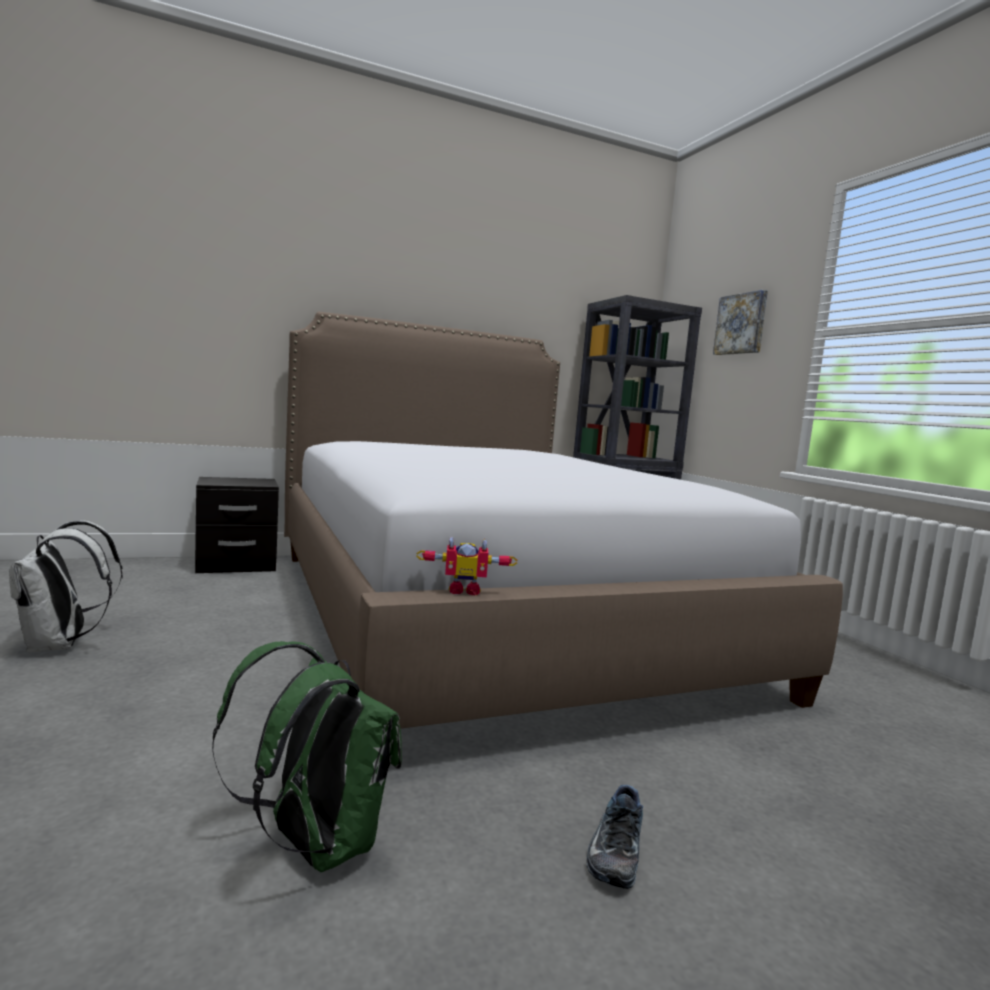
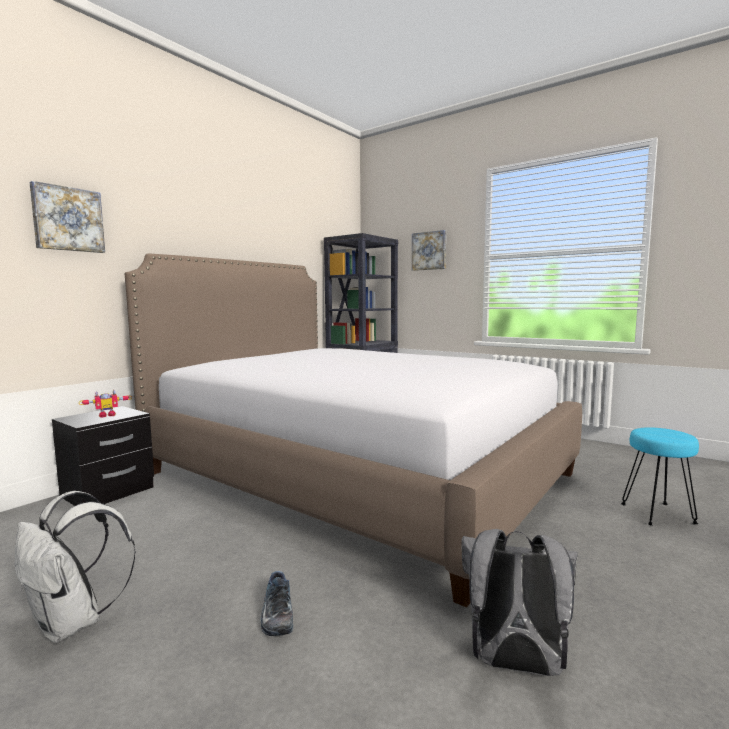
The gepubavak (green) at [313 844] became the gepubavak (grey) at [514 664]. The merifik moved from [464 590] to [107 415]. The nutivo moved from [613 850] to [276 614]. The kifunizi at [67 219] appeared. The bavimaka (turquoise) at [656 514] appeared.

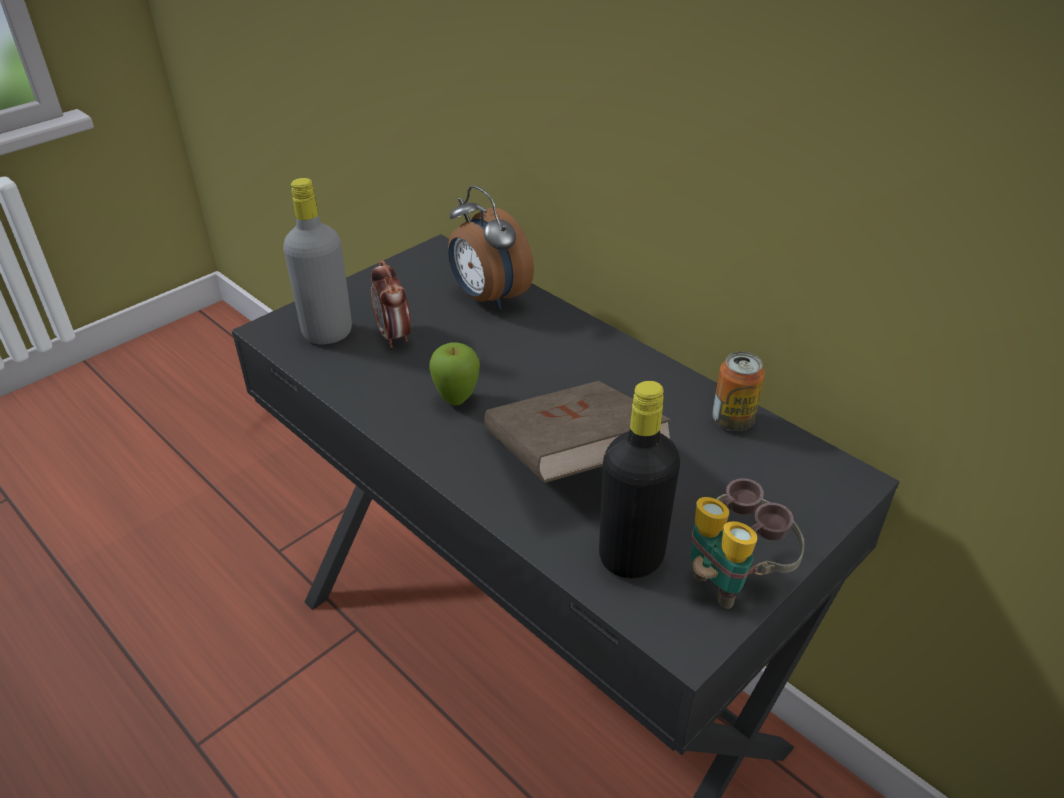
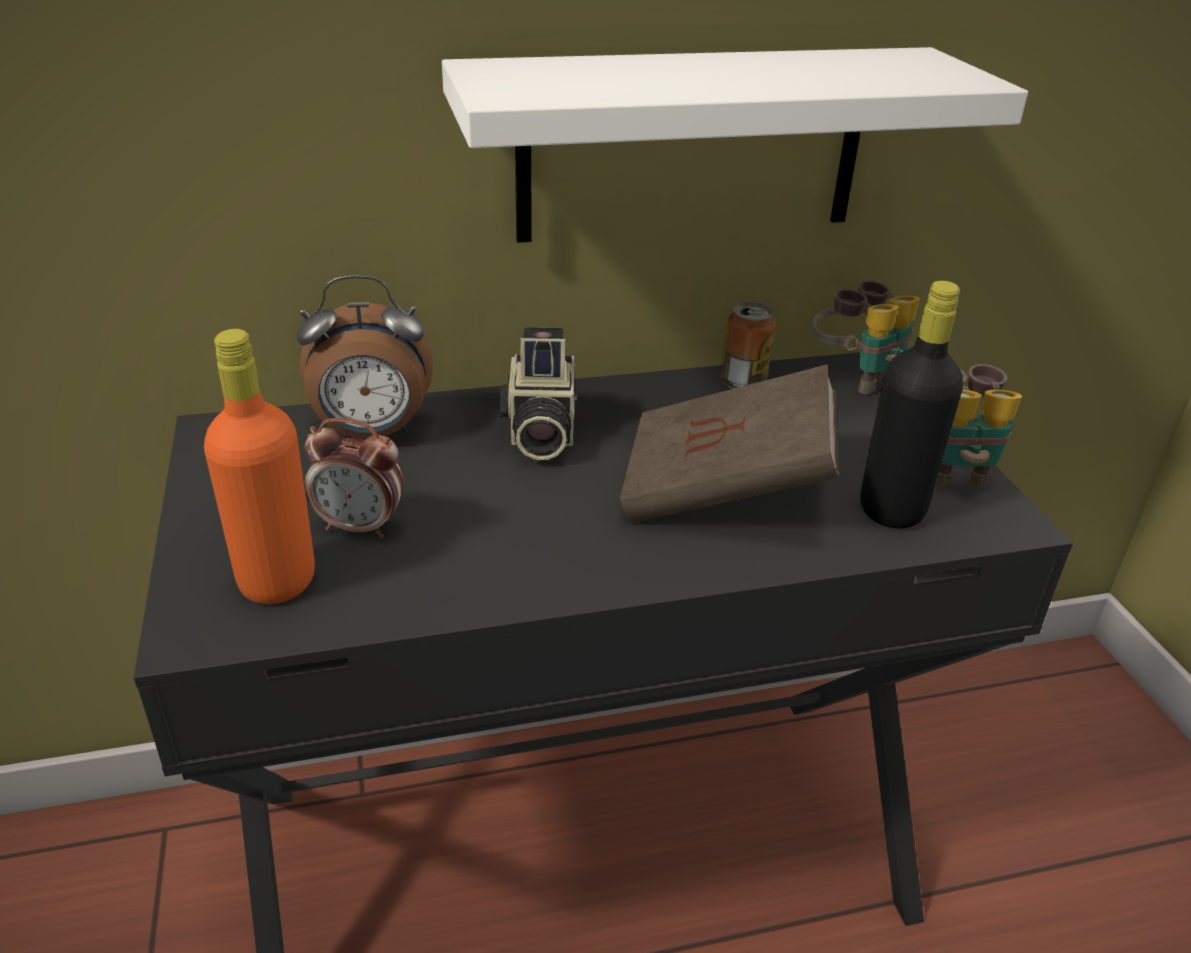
The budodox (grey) at [327 333] became the budodox (orange) at [277 580]. The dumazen at [457 400] disappeared. The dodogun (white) at [692 145] appeared. The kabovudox at [539 432] appeared. The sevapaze at [856 376] appeared.

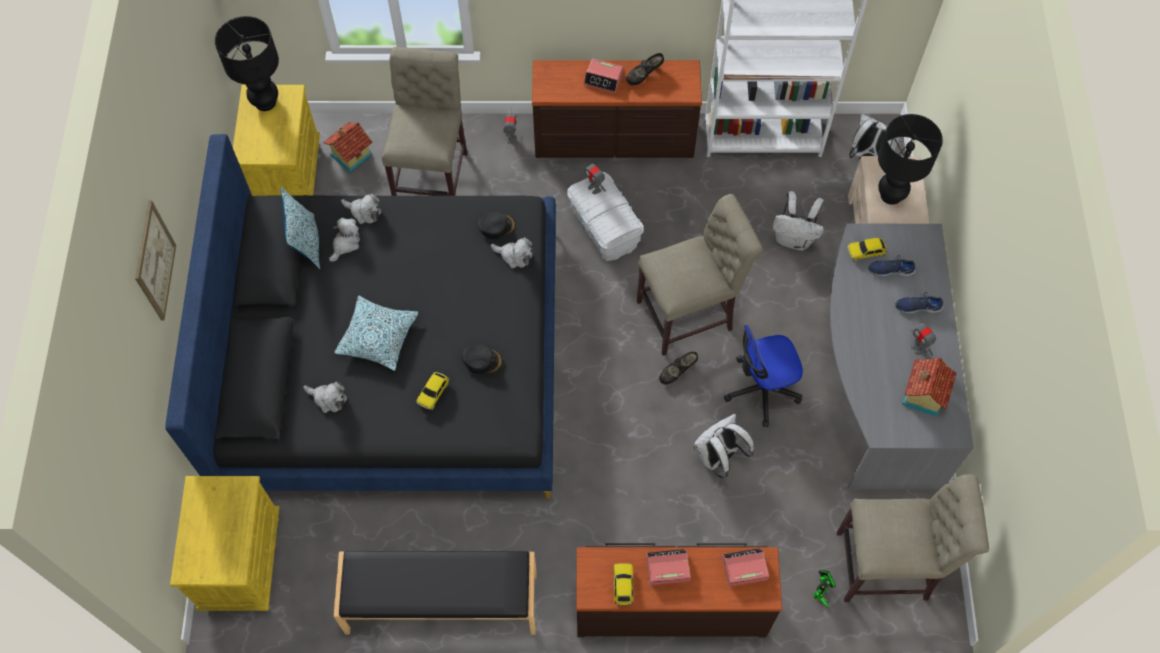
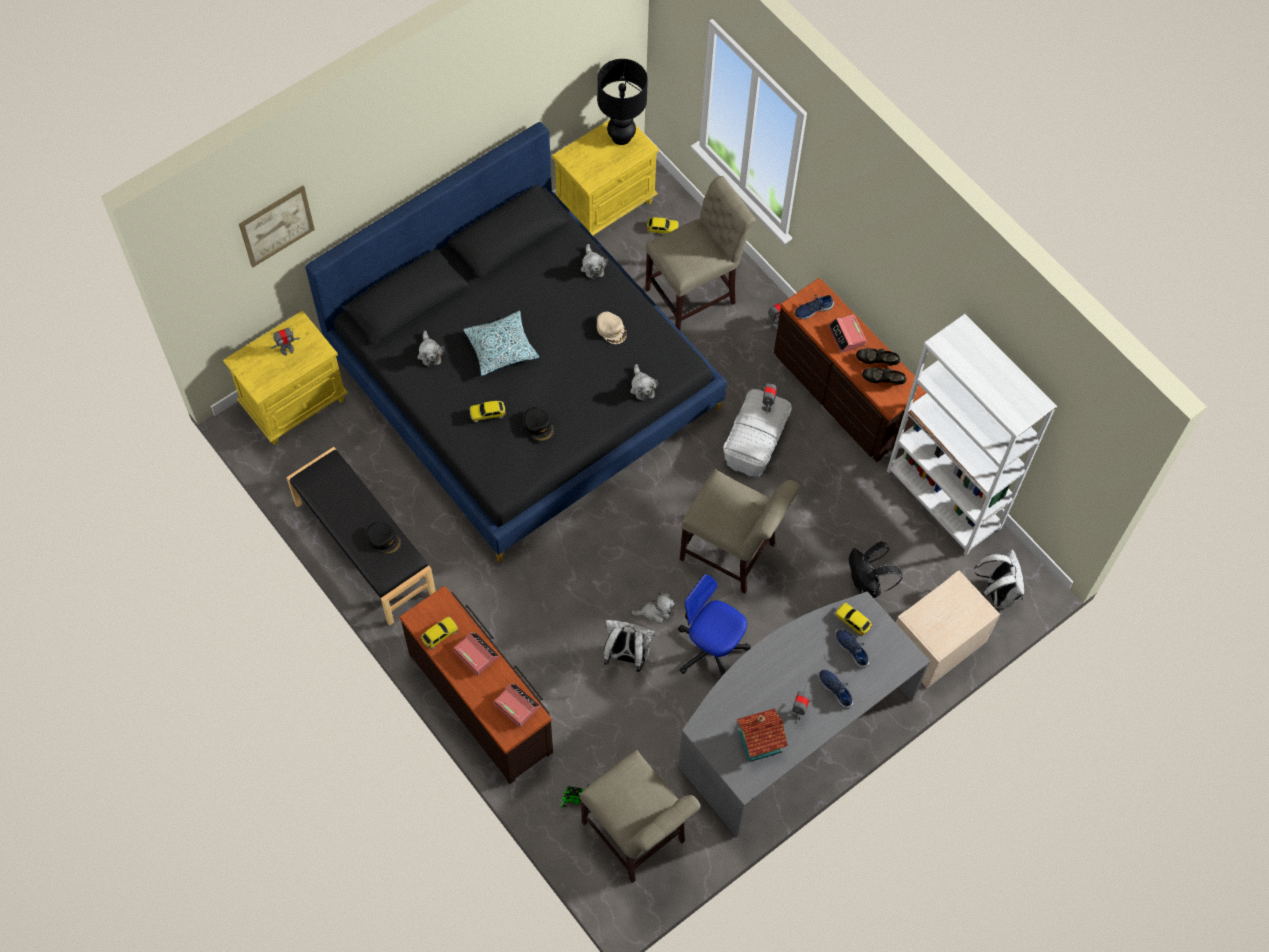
The kifunizi moved from [154 261] to [276 226]. The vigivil at [306 243] disappeared. The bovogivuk at [350 155] was replaced by the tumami at [662 229]. The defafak moved from [345 244] to [655 611]. The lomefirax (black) moved from [496 226] to [384 539]. The nutivo (black) moved from [677 372] to [883 381]. The gepubavak (white) at [794 239] became the gepubavak (black) at [867 585]. The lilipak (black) at [891 195] disappeared. The merifik at [287 350] appeared. The lomefirax (beige) at [611 329] appeared. The nutivo (blue) at [813 309] appeared.

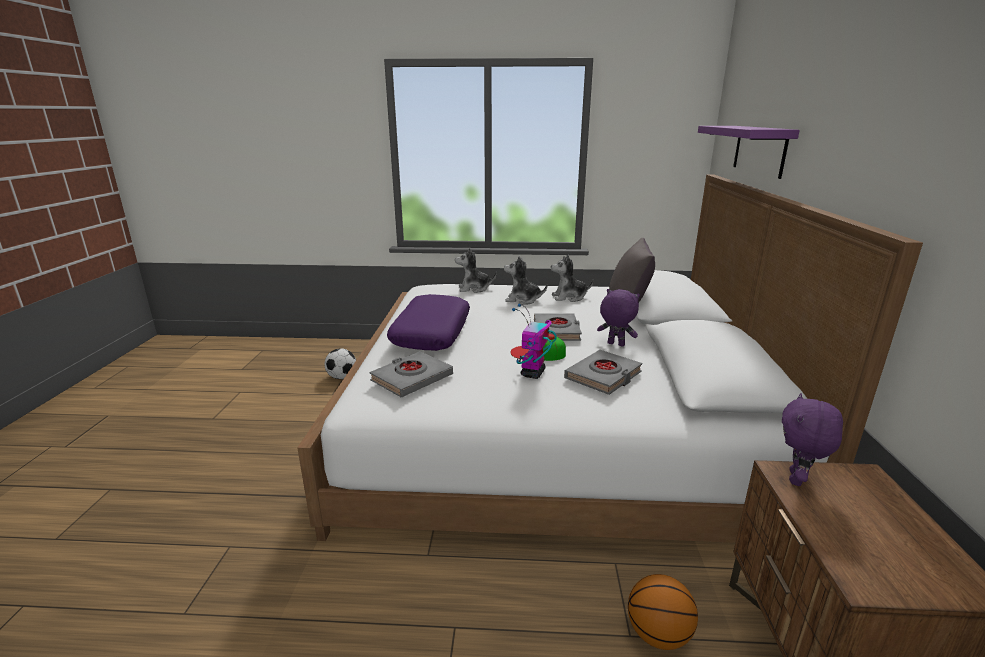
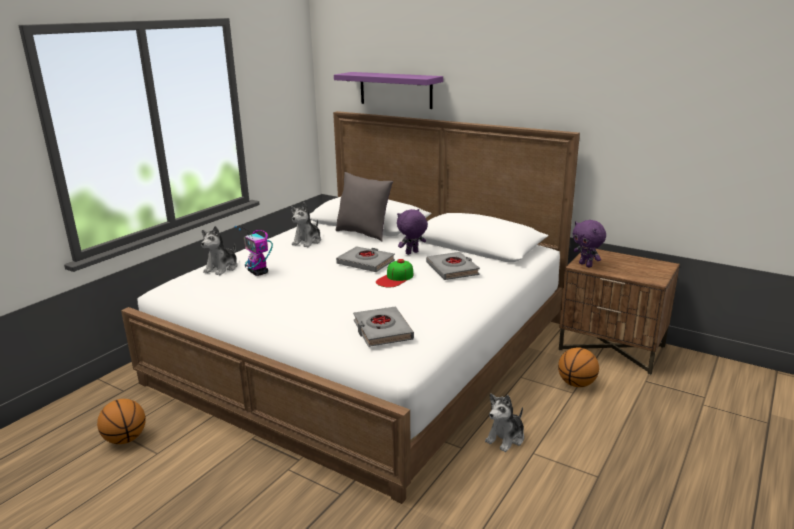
The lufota at [342 377] was replaced by the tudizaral at [126 439]. The vigivil (purple) at [431 333] disappeared. The defafak moved from [522 300] to [506 438]. The merifik moved from [533 373] to [258 272].

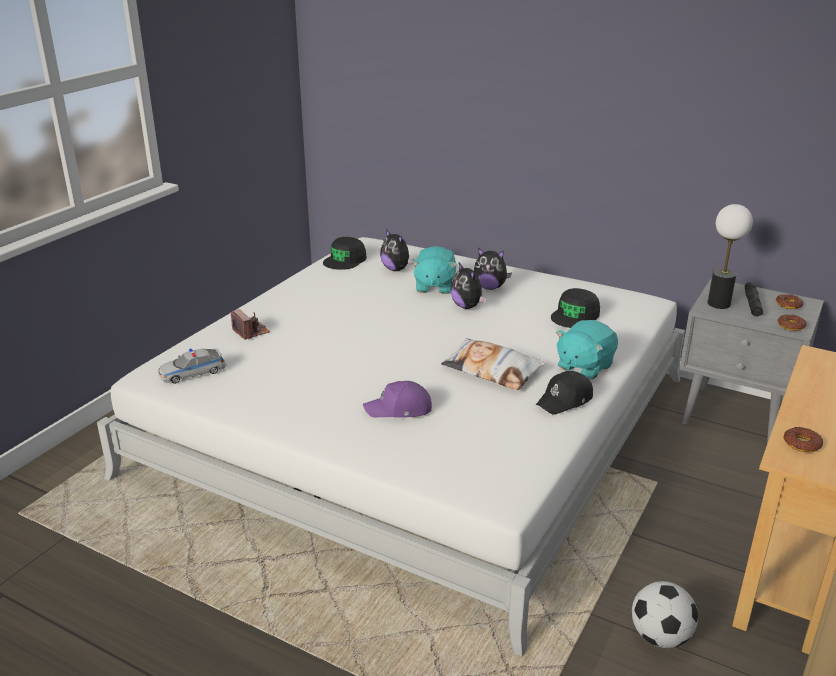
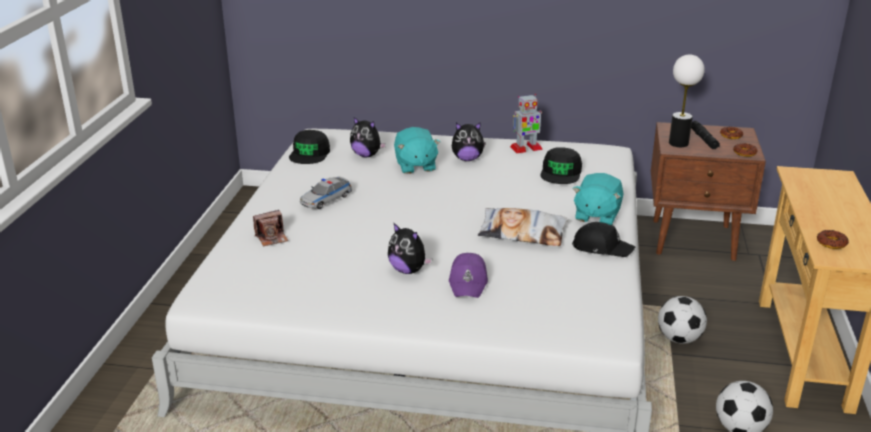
The tumami moved from [192 373] to [326 199]. The kabovudox at [251 332] turned 120 degrees clockwise. The lomefirax (purple) at [399 409] turned 60 degrees counterclockwise. The defafak moved from [467 306] to [408 270]. The lomefirax (black) at [565 400] turned 105 degrees counterclockwise. The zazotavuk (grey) at [736 416] became the zazotavuk (brown) at [694 240]. The merifik at [526 148] appeared. The lufota at [679 339] appeared.

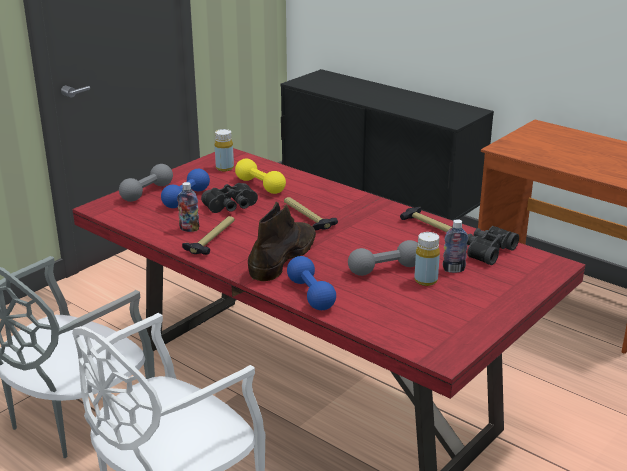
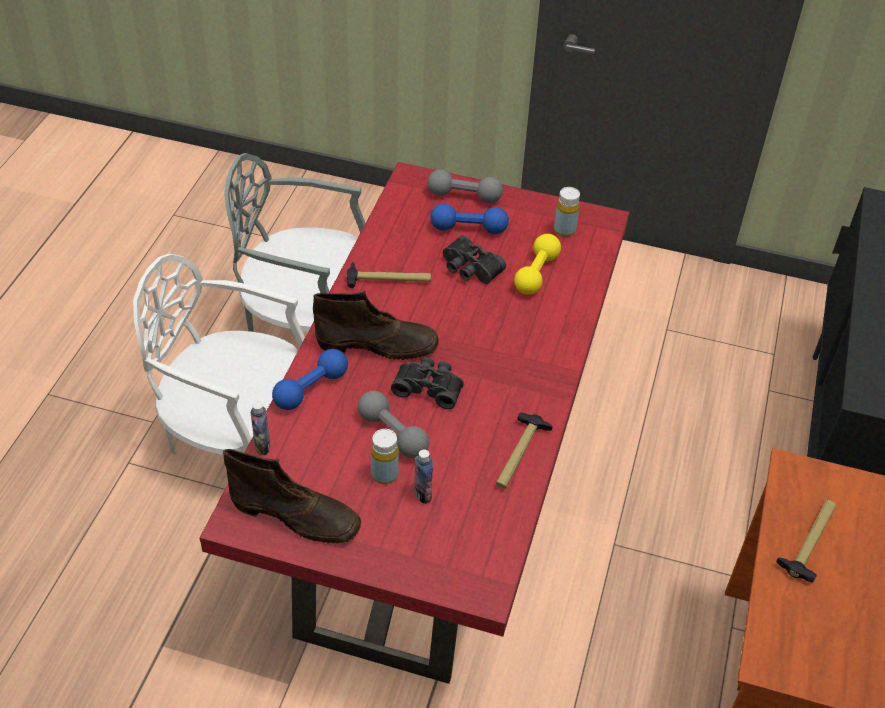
The budodox moved from [189 229] to [262 446]. The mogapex moved from [306 217] to [810 541]. The sevapaze (black) moved from [487 251] to [429 387]. The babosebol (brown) at [296 515] appeared.

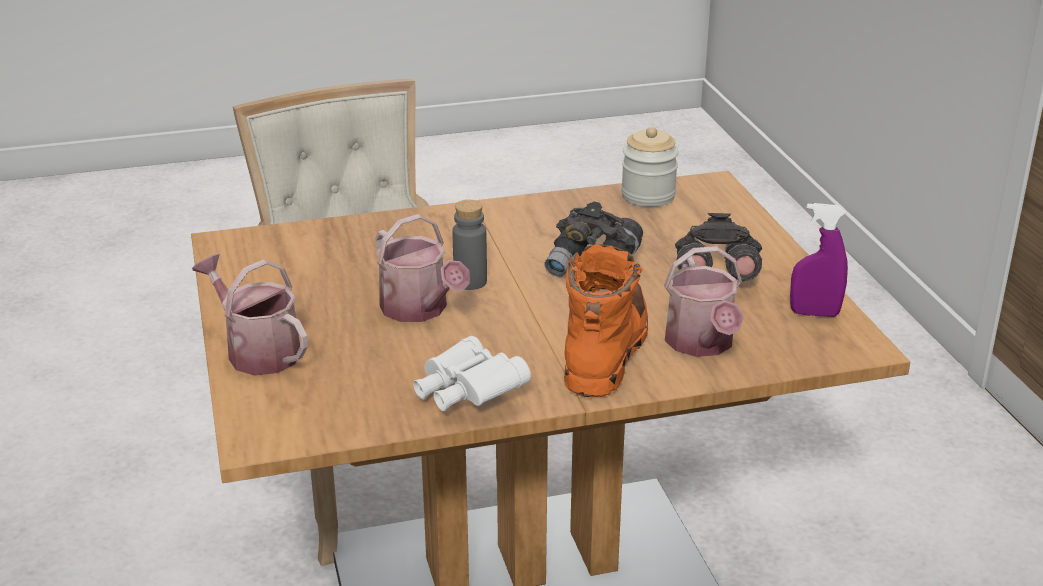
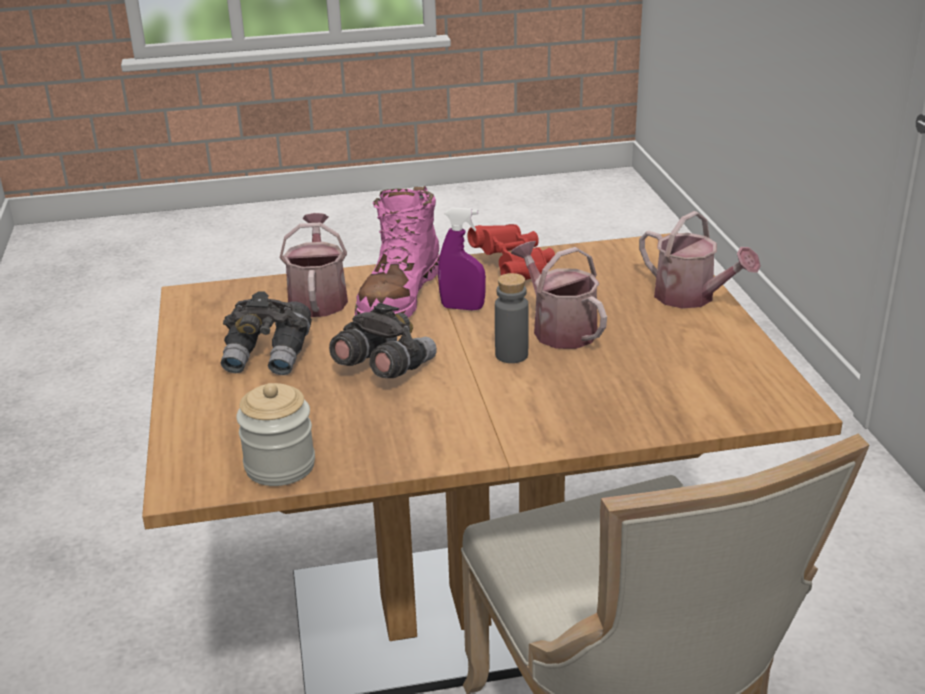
The sevapaze (white) at [467 394] became the sevapaze (red) at [514 267]. The babosebol (orange) at [605 348] became the babosebol (pink) at [399 296]. The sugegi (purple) moved from [814 313] to [462 307].

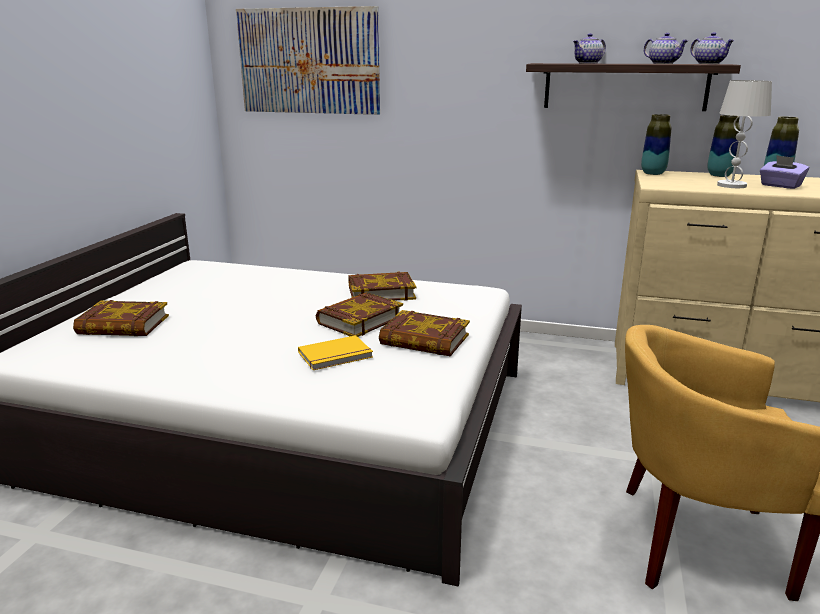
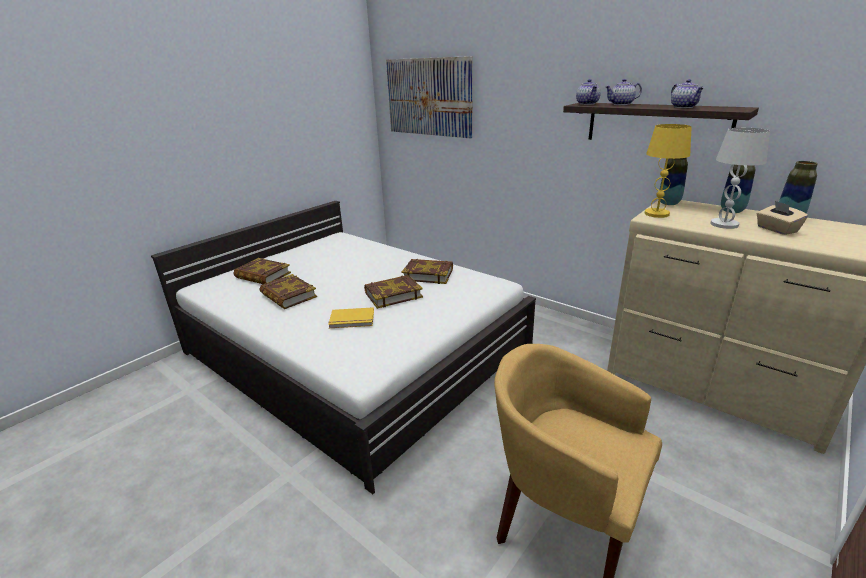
The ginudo moved from [424 340] to [288 296]. The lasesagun moved from [709 64] to [587 104]. The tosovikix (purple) at [780 186] became the tosovikix (beige) at [776 229]. The lilipak (yellow) at [657 214] appeared.

